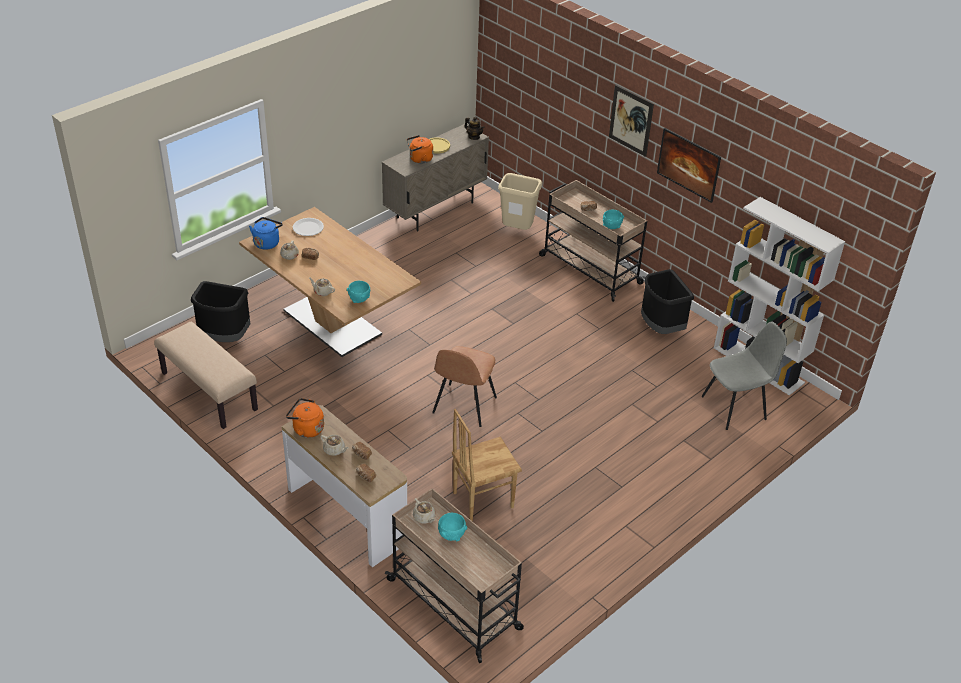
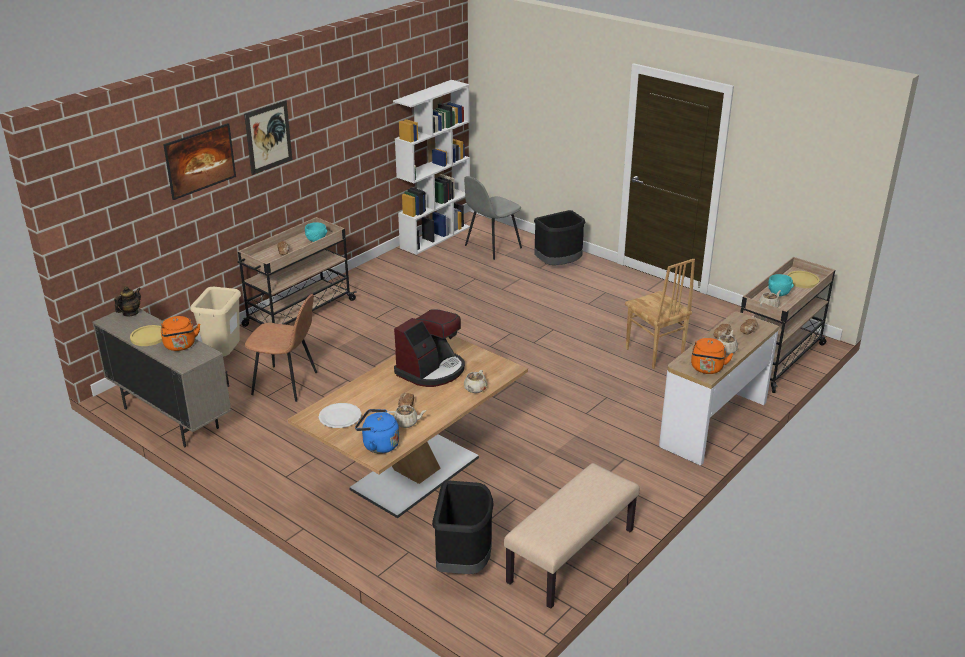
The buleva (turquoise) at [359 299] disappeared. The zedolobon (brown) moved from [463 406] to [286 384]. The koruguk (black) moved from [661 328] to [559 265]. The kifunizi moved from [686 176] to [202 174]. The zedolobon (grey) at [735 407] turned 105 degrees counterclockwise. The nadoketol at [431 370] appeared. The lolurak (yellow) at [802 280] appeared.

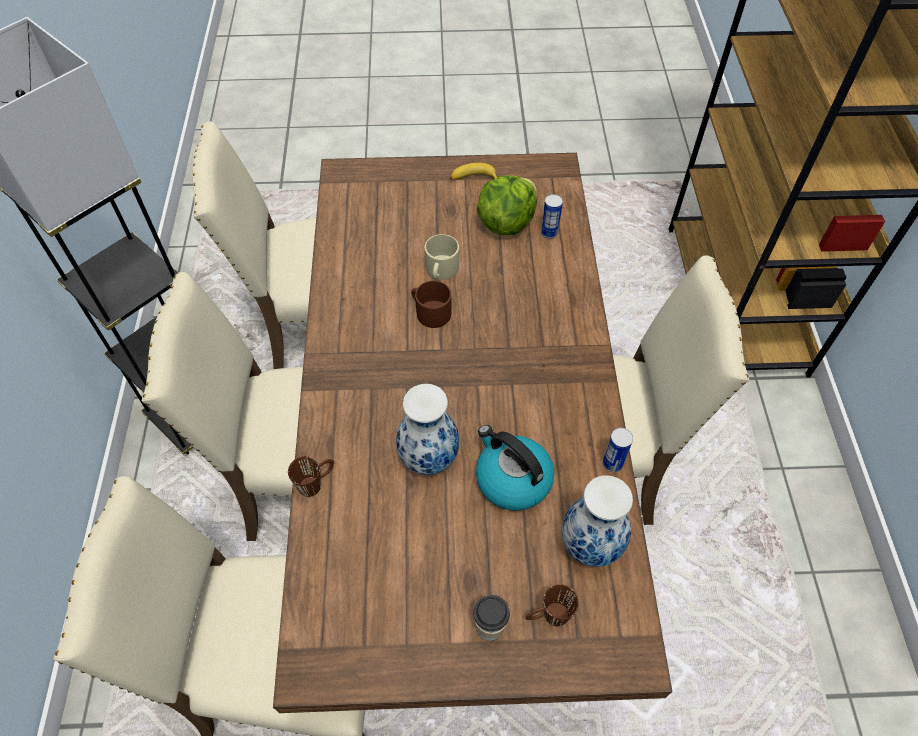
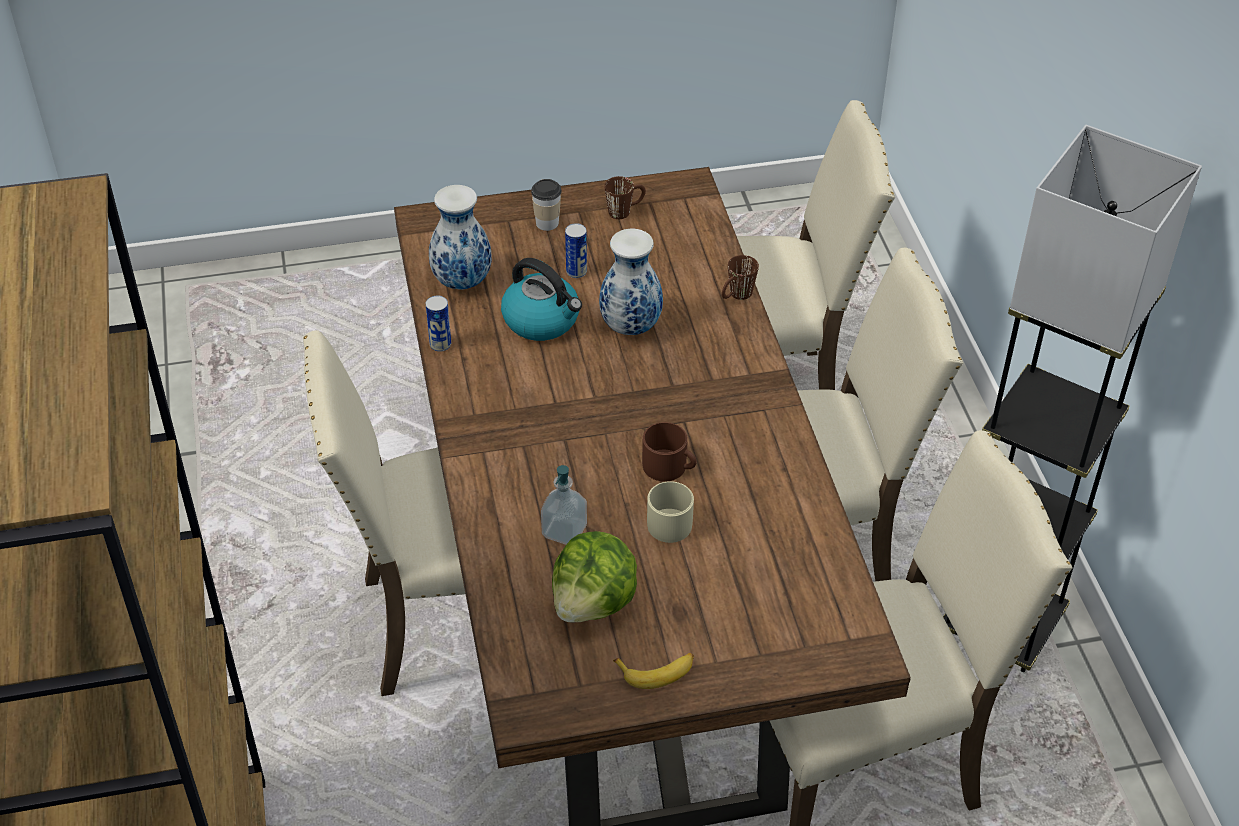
The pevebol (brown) moved from [548 617] to [625 210]. The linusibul moved from [549 233] to [576 272]. The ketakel at [564 531] appeared.

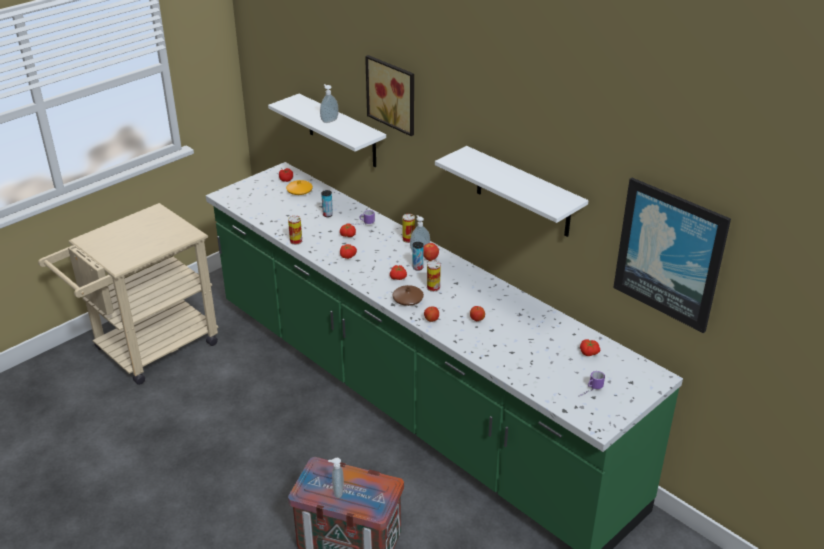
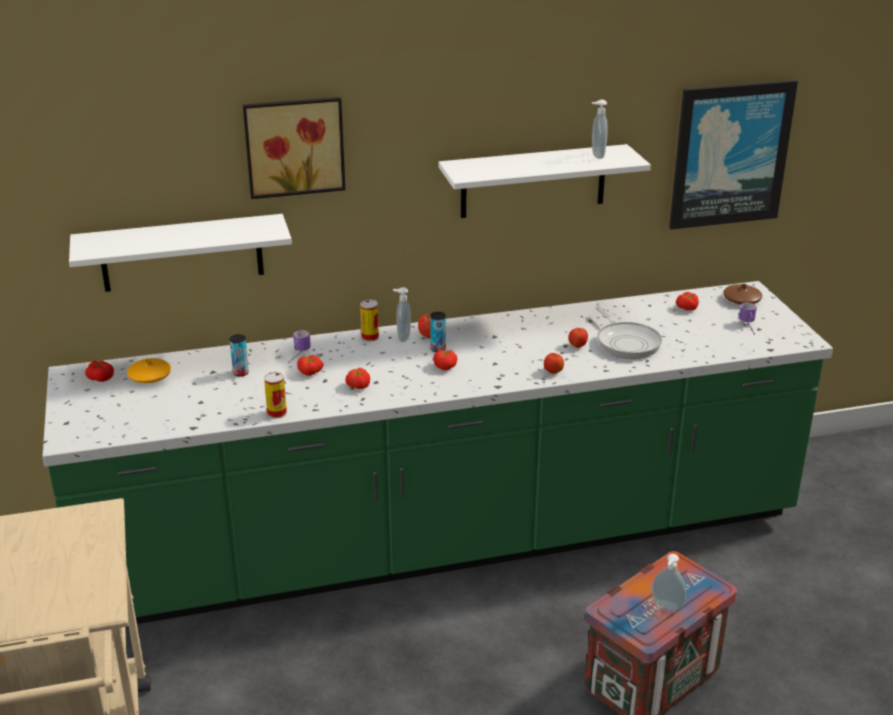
The ketakel moved from [329 120] to [596 155]. The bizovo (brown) moved from [408 299] to [741 300]. The linusibul at [433 288] disappeared. The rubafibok at [626 342] appeared.

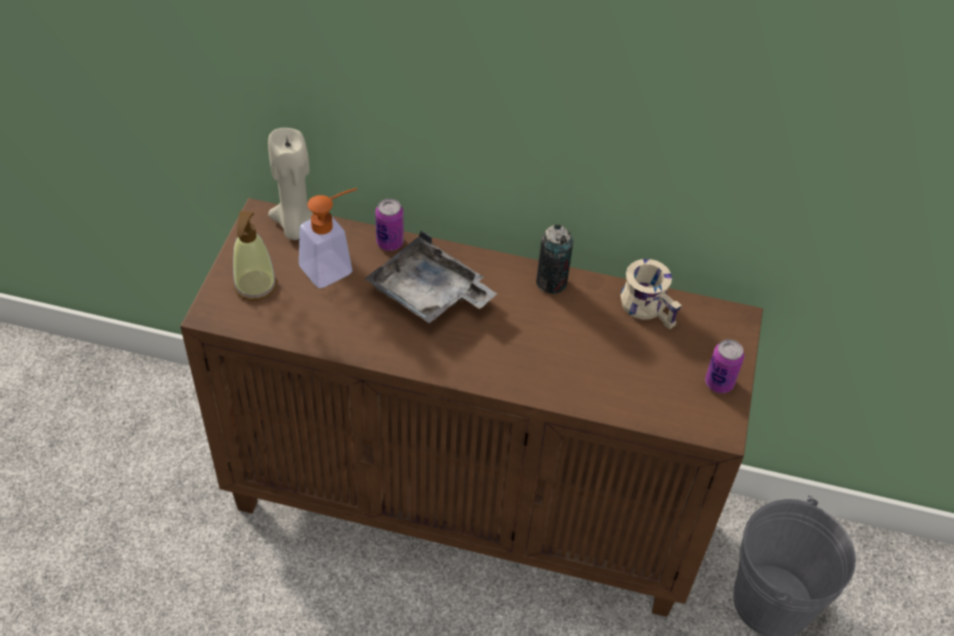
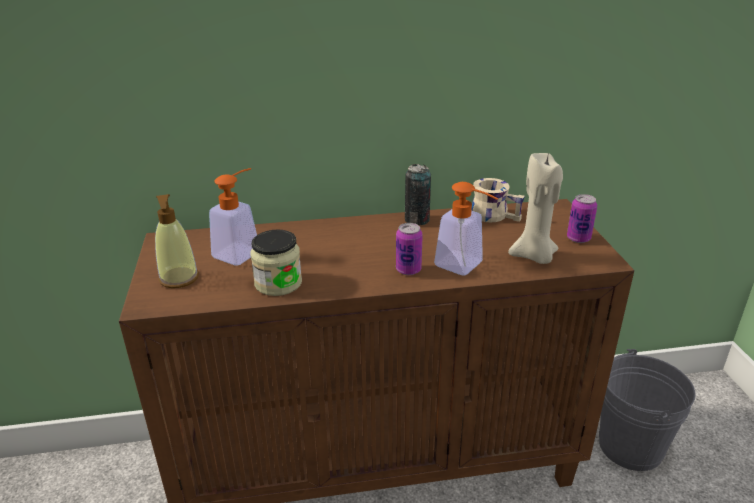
The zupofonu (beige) moved from [295 226] to [534 257]. The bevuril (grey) at [429 294] disappeared. The linusibul moved from [390 242] to [408 270]. The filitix at [278 283] appeared. The ketakel at [465 267] appeared.

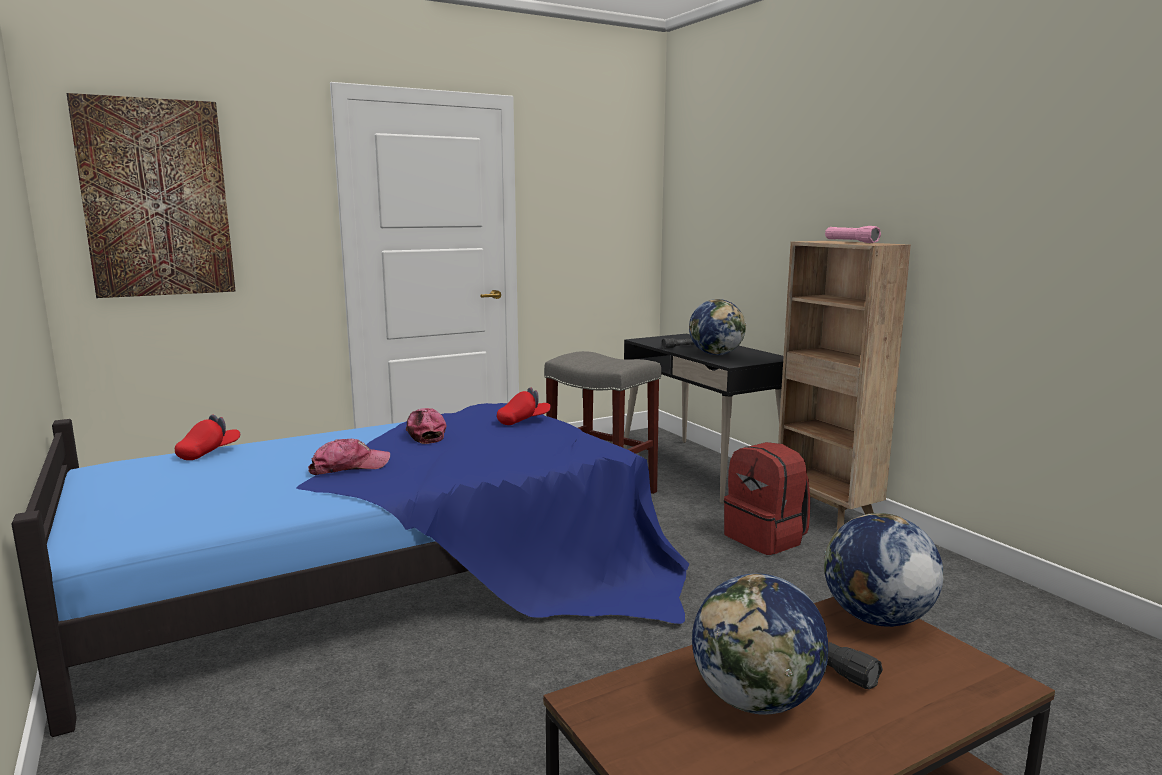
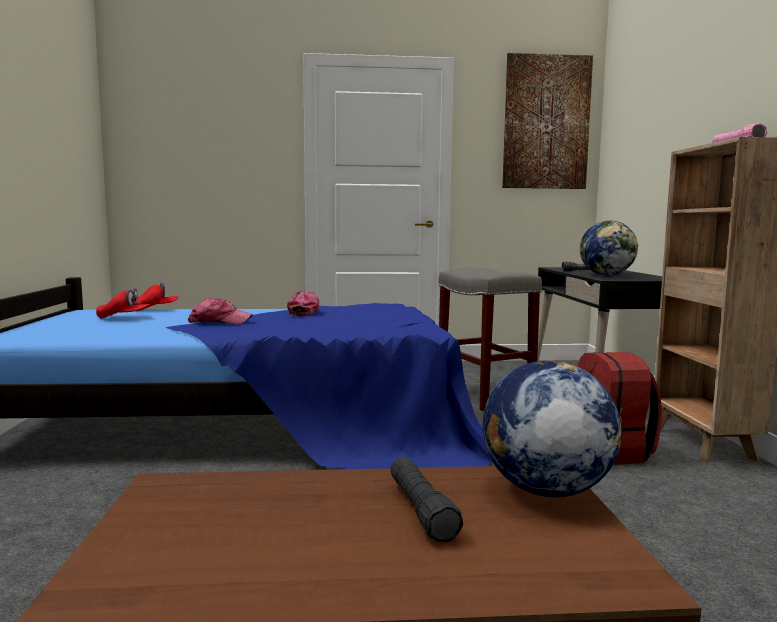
The kifunizi moved from [156 199] to [546 123]. The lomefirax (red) moved from [524 421] to [124 318]. The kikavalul at [756 700] disappeared.

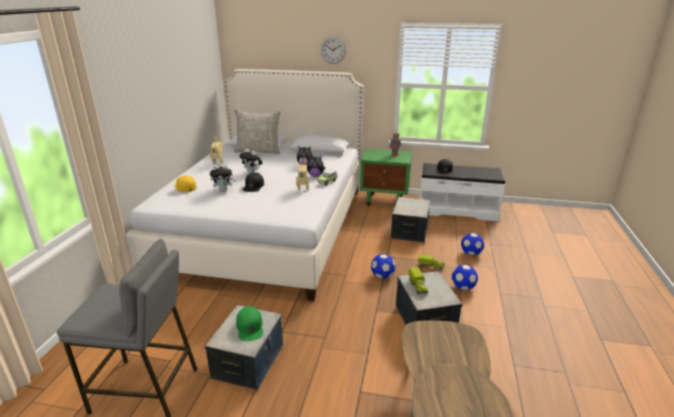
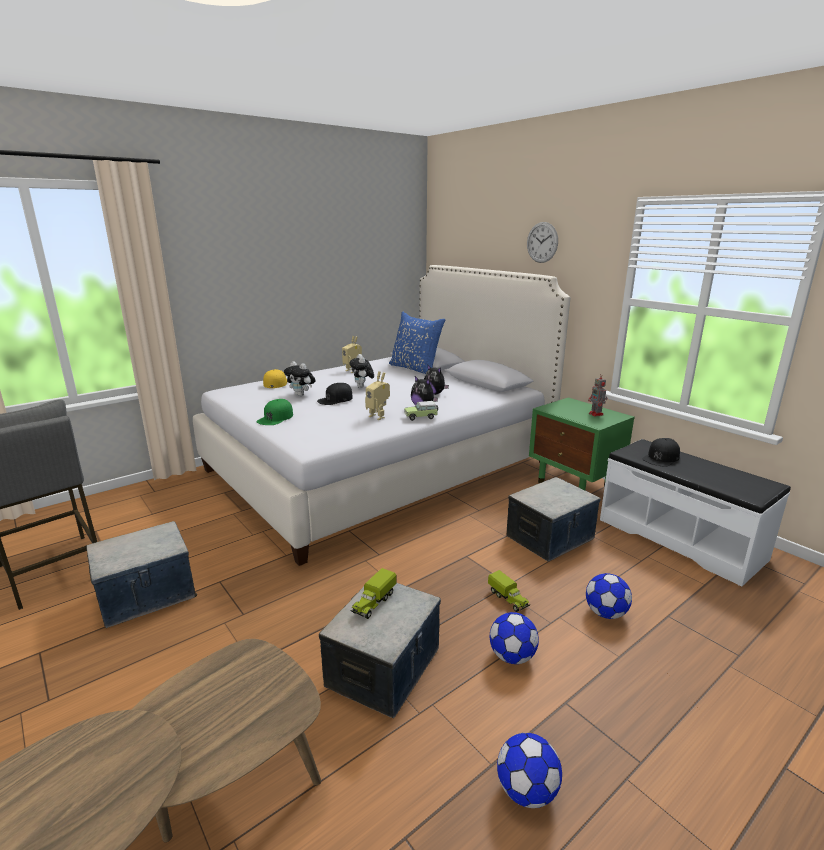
The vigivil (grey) at [258 151] became the vigivil (blue) at [415 368]. The lomefirax (green) moved from [250 327] to [275 418]. The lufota moved from [382 276] to [526 791].

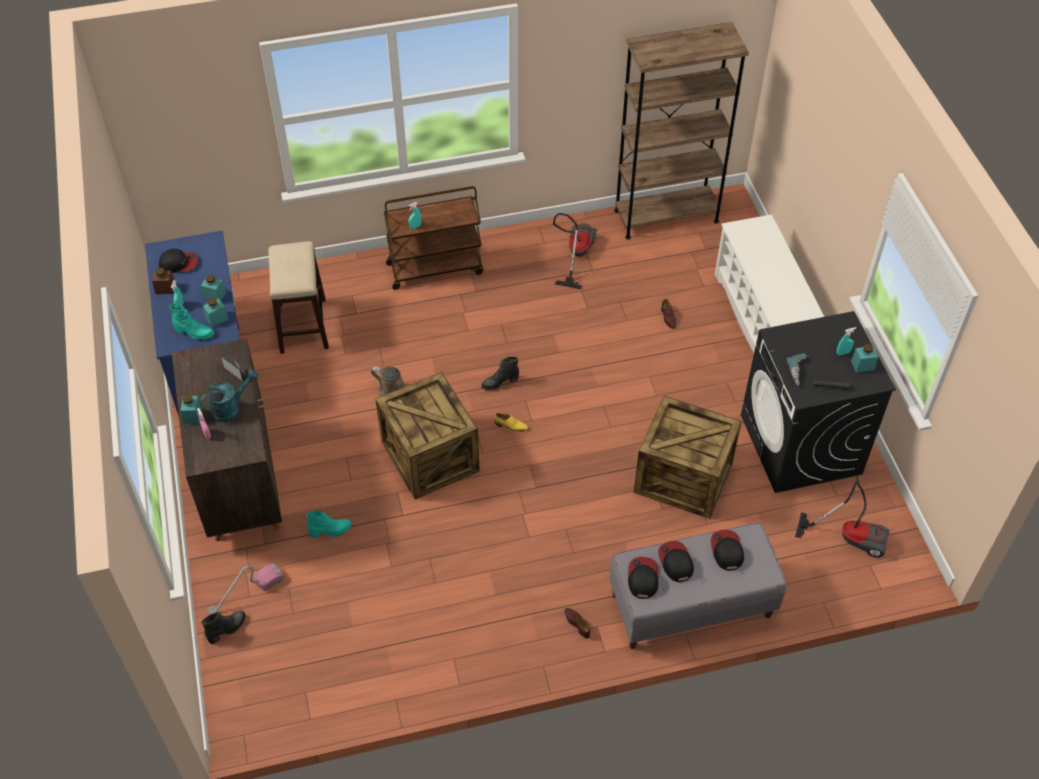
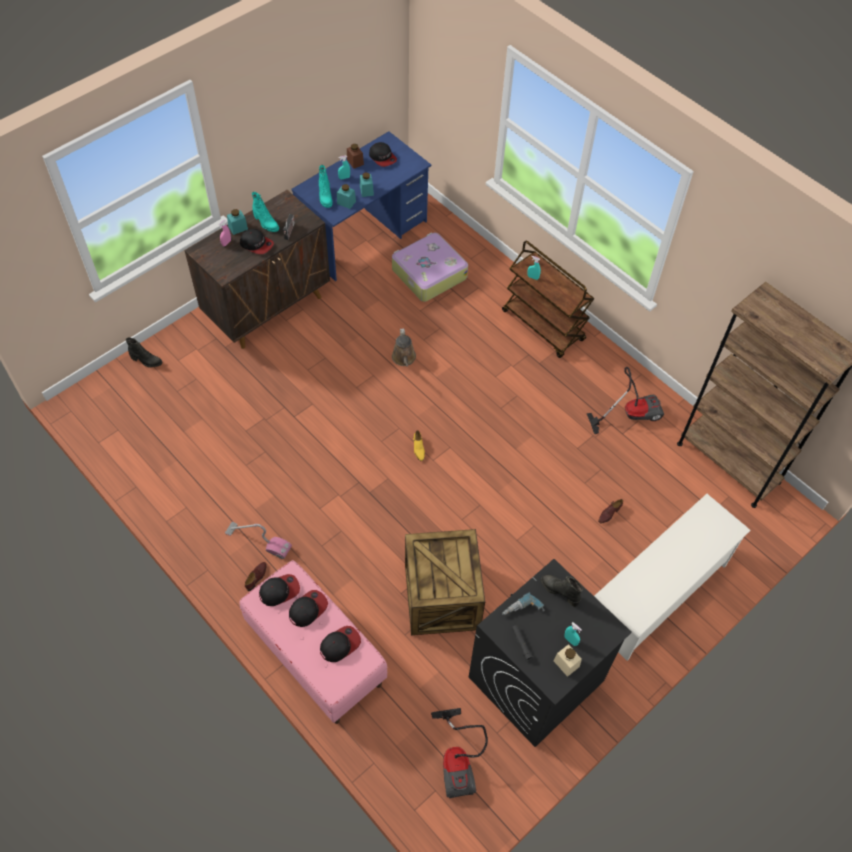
The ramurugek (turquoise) at [230 407] was replaced by the lomefirax at [256 244]. The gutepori moved from [246 594] to [258 540]. The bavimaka at [303 326] was replaced by the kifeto at [428 273]. The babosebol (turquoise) moved from [330 531] to [266 223]. The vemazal at [431 456] disappeared. The babosebol (black) moved from [500 383] to [560 591]. The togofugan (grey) at [691 606] became the togofugan (pink) at [315 655]. The filitix (turquoise) at [862 365] became the filitix (beige) at [566 663].

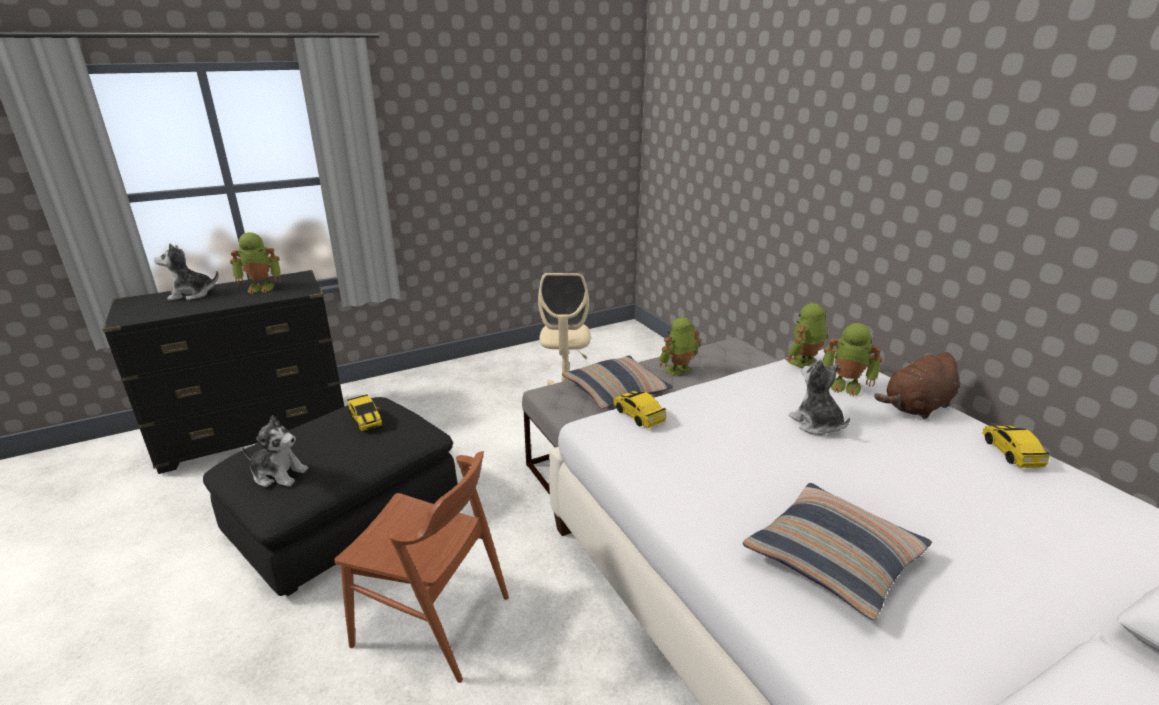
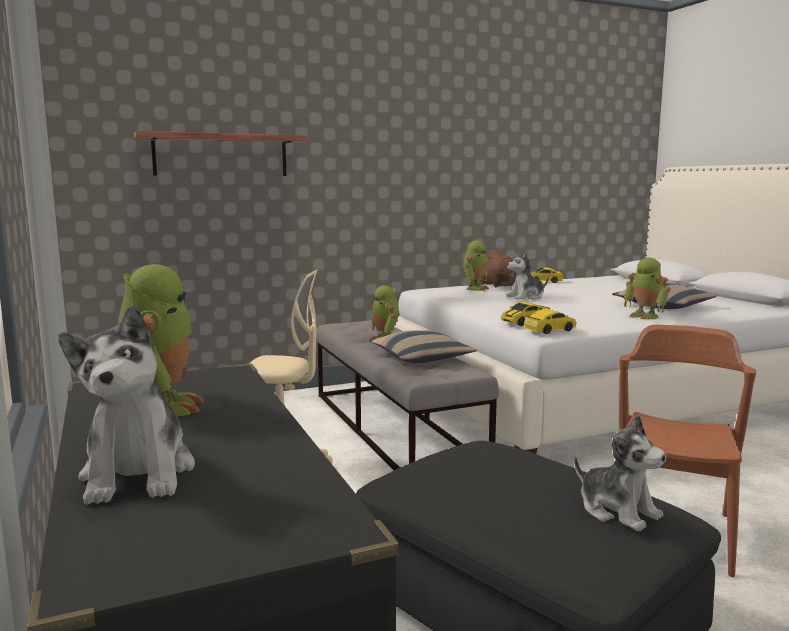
The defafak at [278 474] turned 120 degrees clockwise. The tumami moved from [365 420] to [550 330]. The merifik moved from [804 362] to [645 316]. The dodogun at [221 155] appeared.

